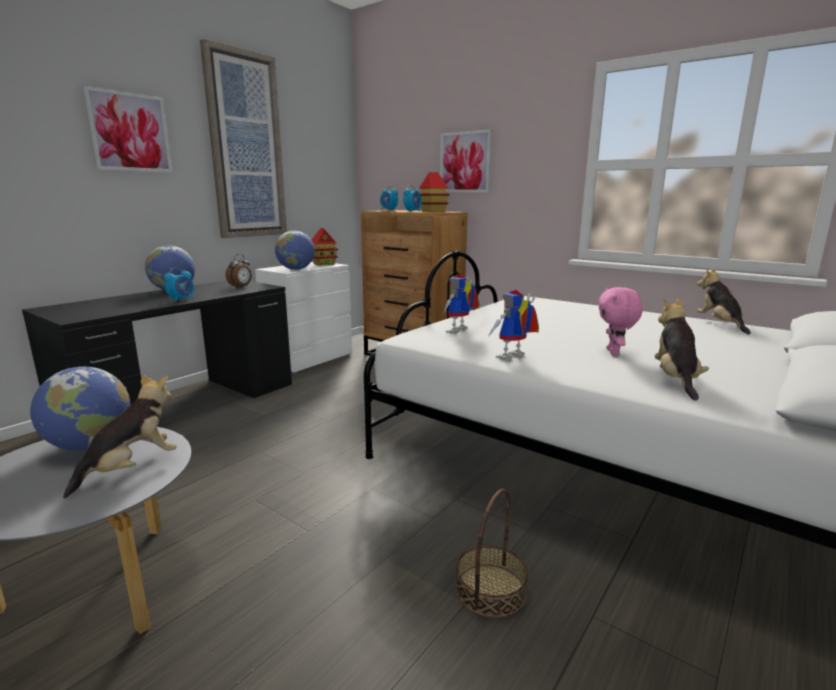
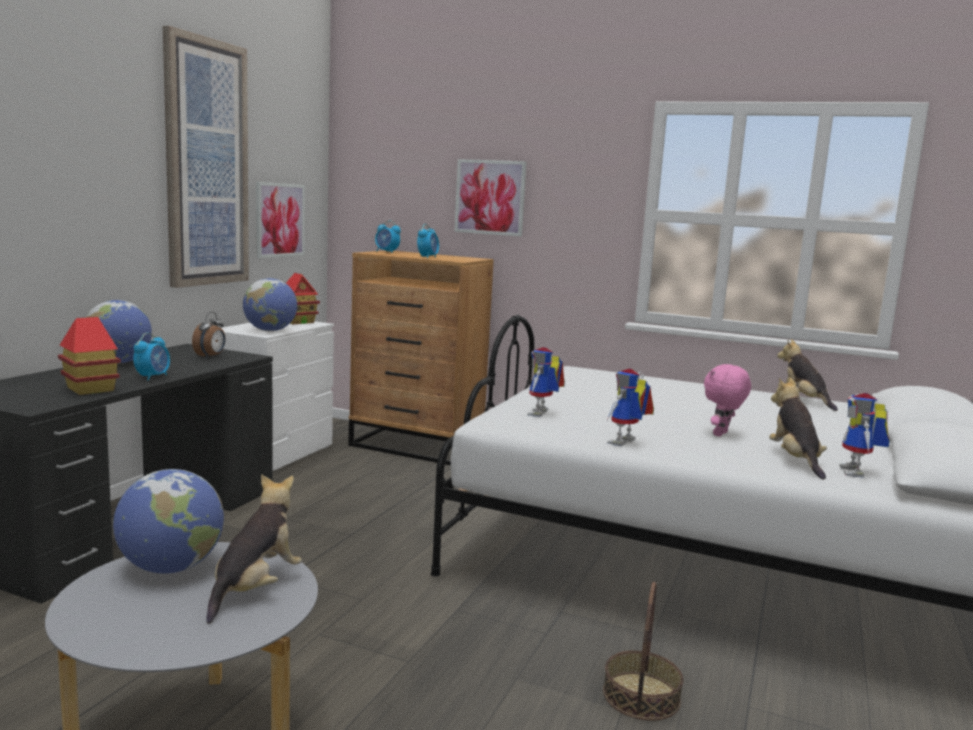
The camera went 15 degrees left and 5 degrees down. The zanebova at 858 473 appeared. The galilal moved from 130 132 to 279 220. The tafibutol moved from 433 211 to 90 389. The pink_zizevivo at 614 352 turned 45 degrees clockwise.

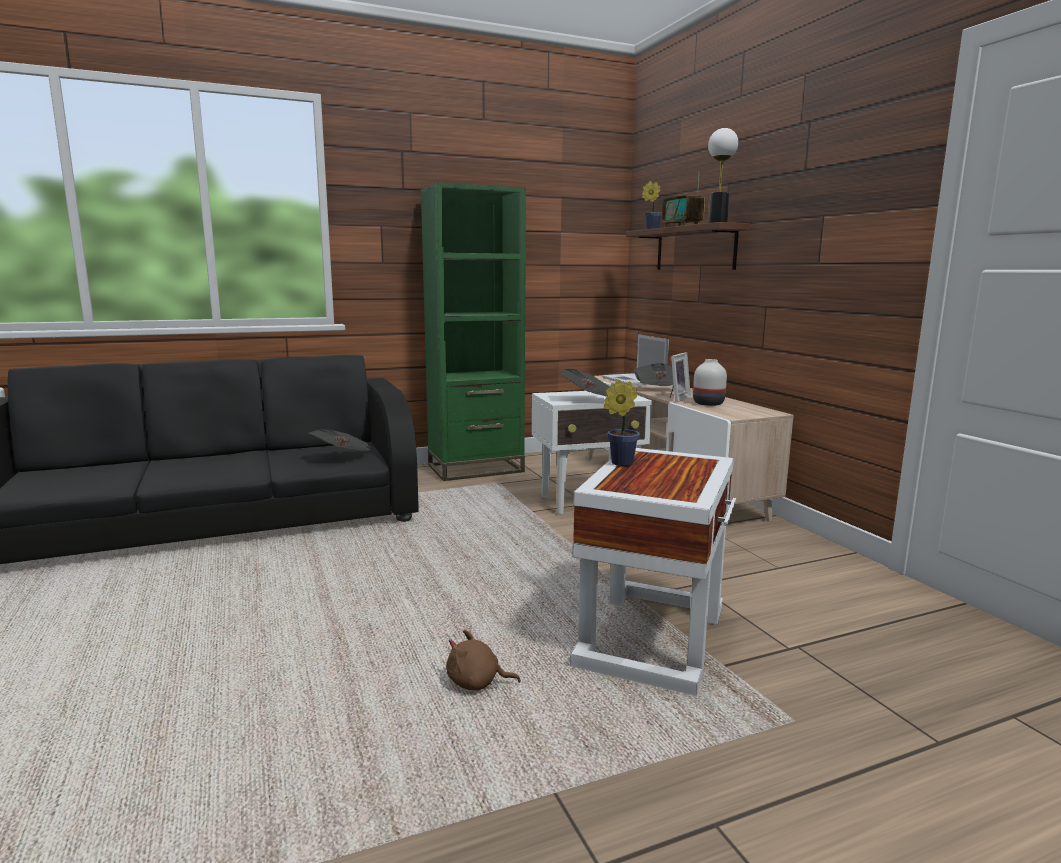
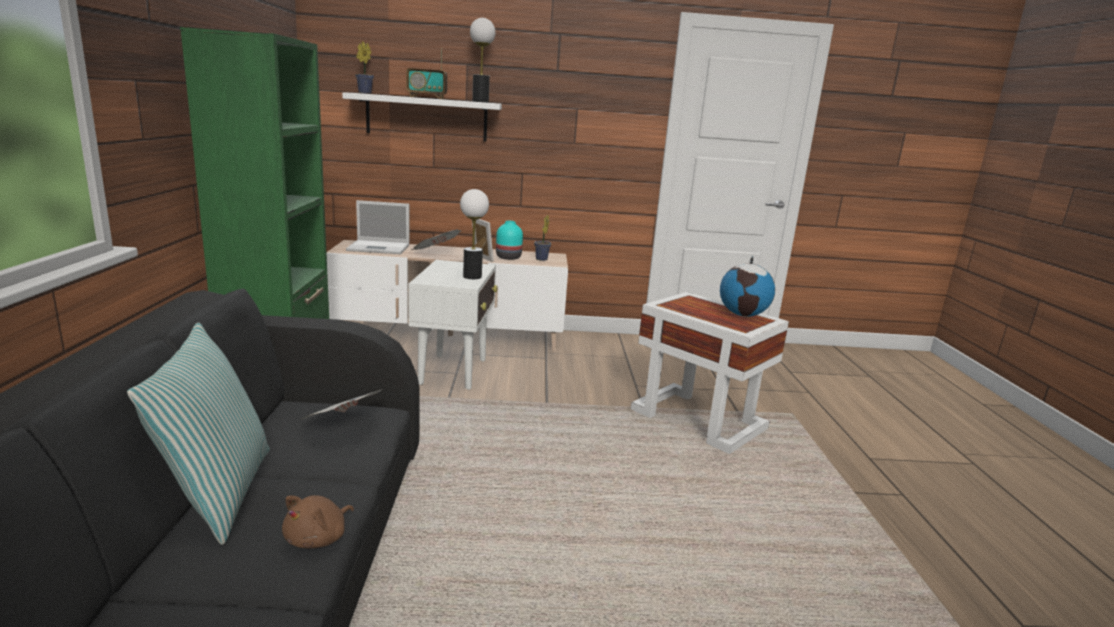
The camera went 70 degrees left and 5 degrees up. The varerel at 217 494 appeared. The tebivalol at 743 315 appeared. The brown_zizevivo moved from 477 683 to 318 538. The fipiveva moved from 619 463 to 541 259. The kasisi at 589 400 was replaced by the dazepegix at 472 276. The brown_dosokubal at 695 249 became the white_dosokubal at 427 117. The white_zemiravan at 708 403 became the turquoise_zemiravan at 508 257.

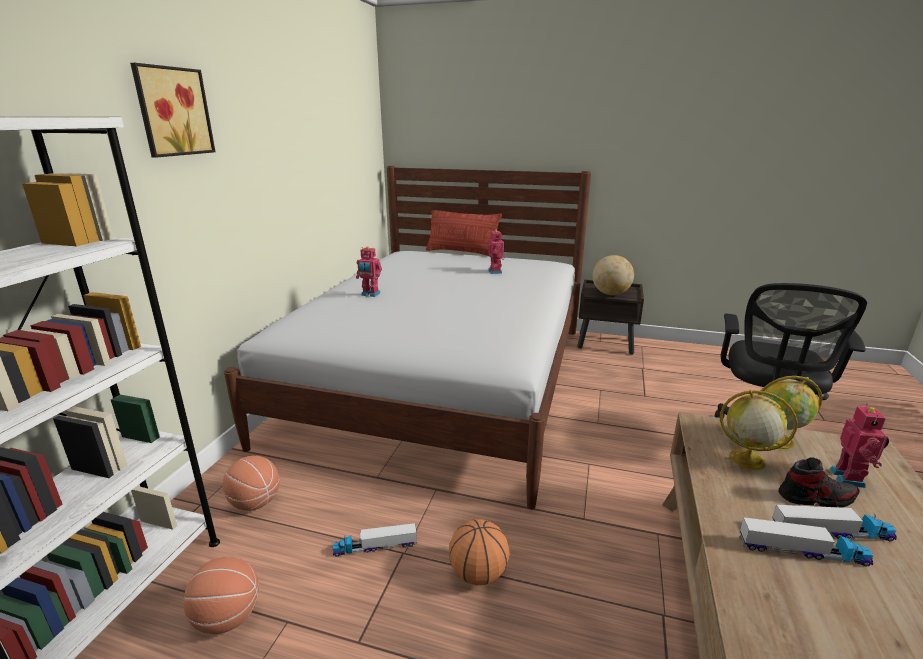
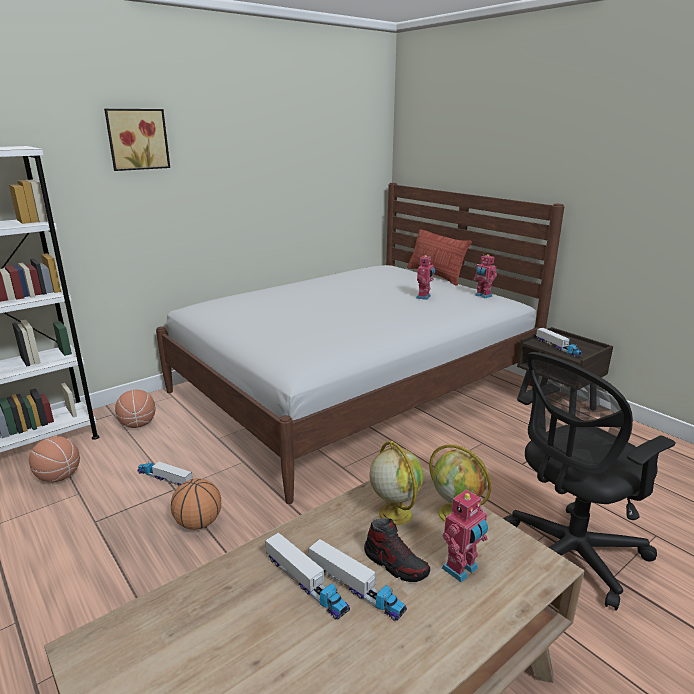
The camera went 35 degrees right and 0 degrees up. The zanebova moved from 370 294 to 482 296. The tebivalol at 610 294 was replaced by the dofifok at 558 347.

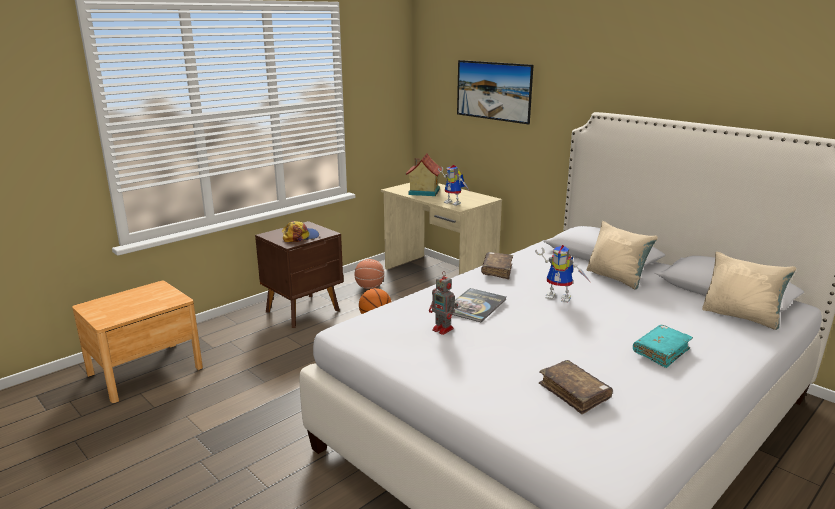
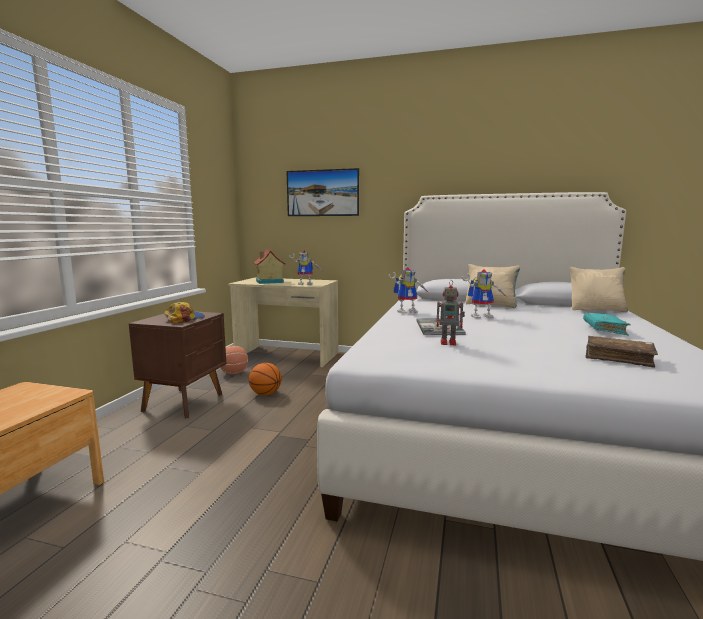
The camera went 30 degrees left and 10 degrees down. The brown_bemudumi at 497 270 was replaced by the zanebova at 407 311.

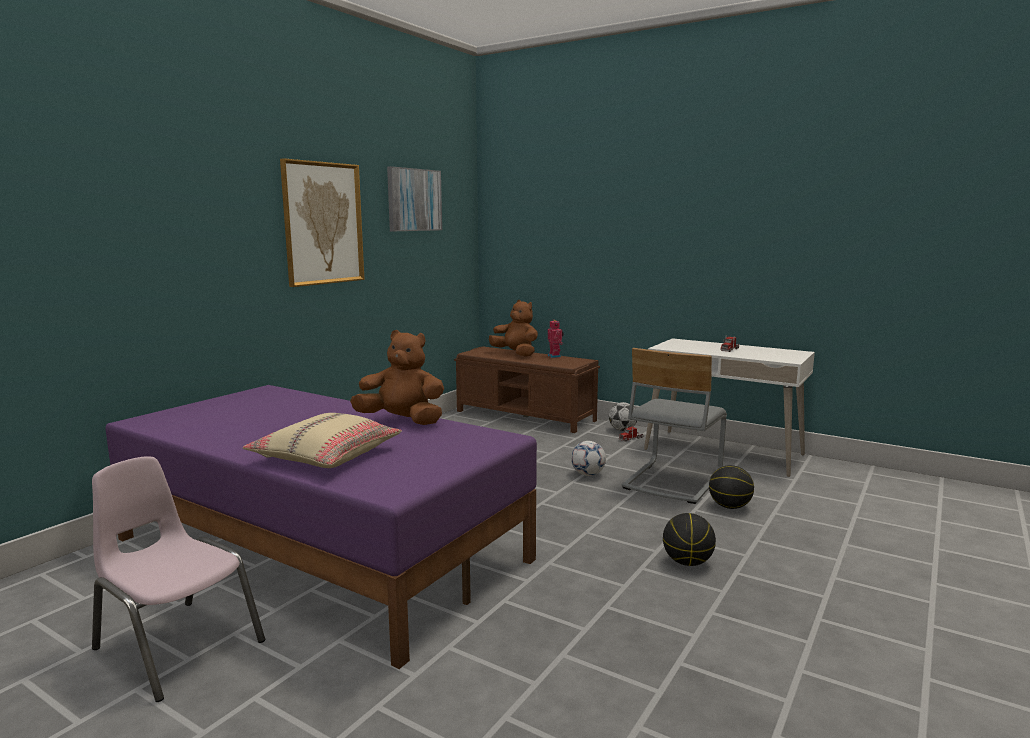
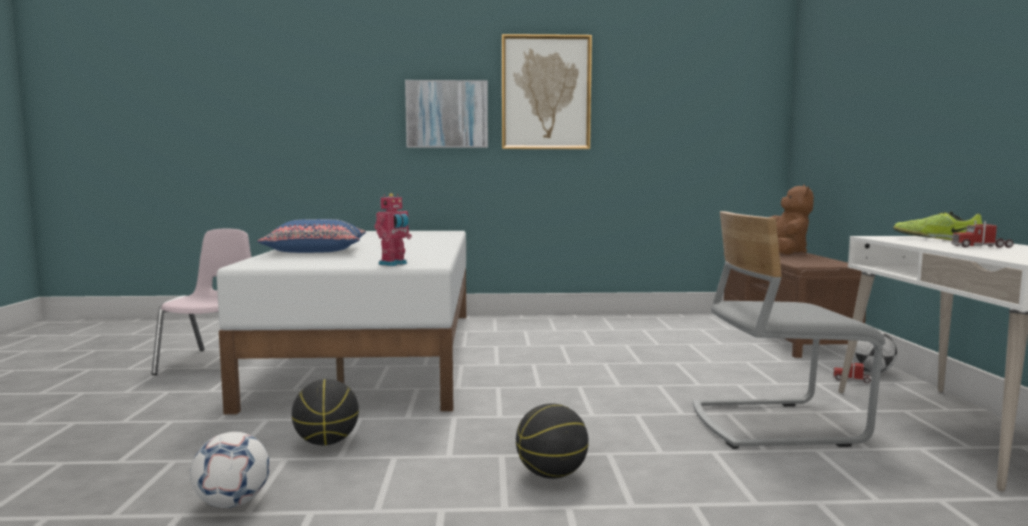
The camera went 55 degrees right and 5 degrees down. The brown_zizevivo at 402 421 disappeared. The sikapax at 936 239 appeared. The galilal moved from 414 200 to 447 114. The zanebova moved from 555 356 to 394 264. The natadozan moved from 588 474 to 232 503. The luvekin moved from 729 506 to 327 442. The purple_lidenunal at 321 548 became the white_lidenunal at 378 353. The beige_varerel at 326 455 became the blue_varerel at 316 251.

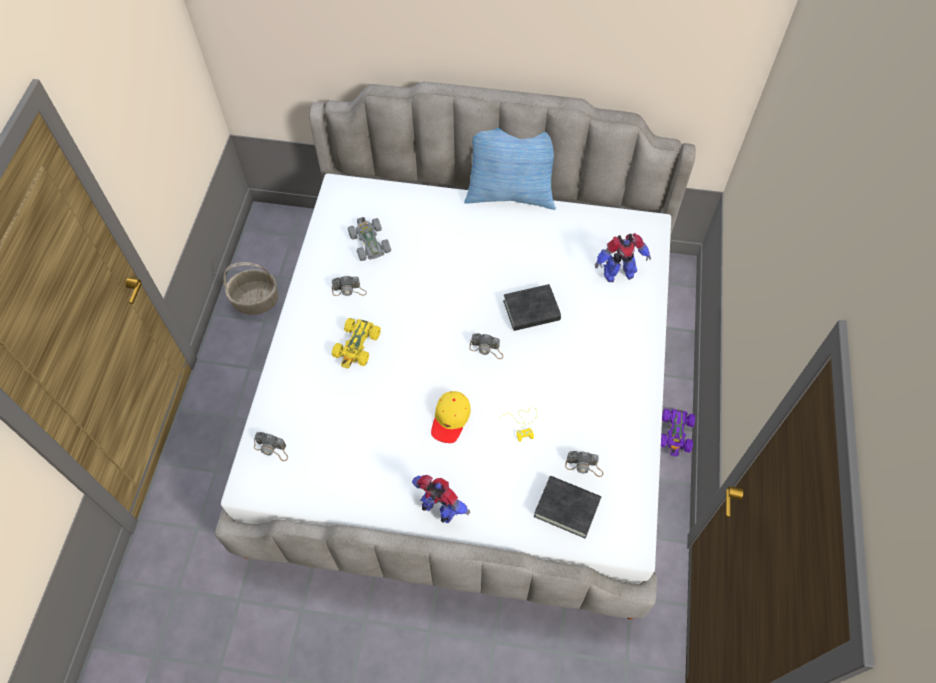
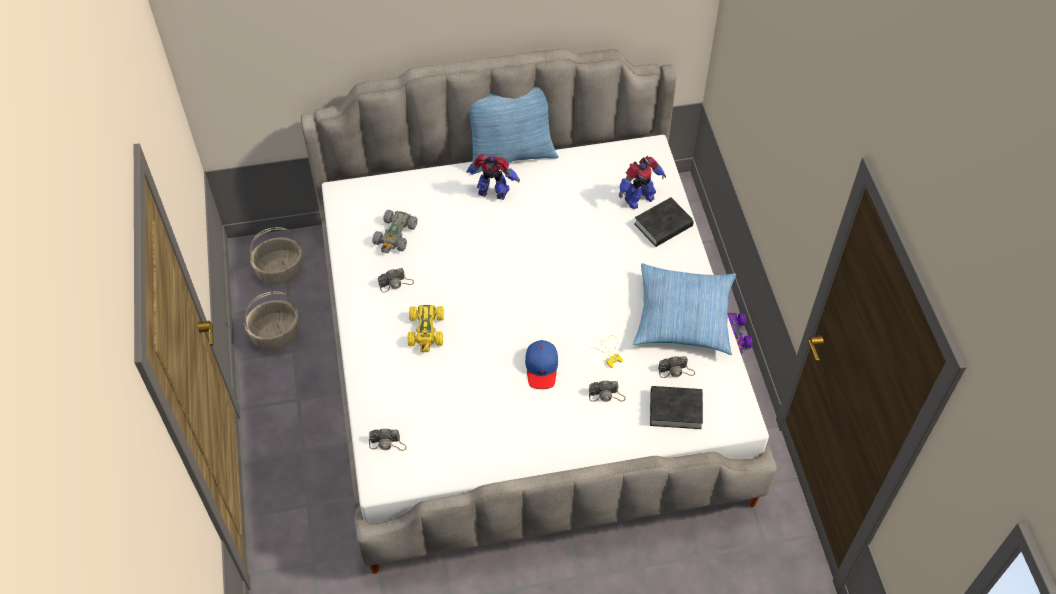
The camera went 20 degrees left and 5 degrees down. The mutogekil at 280 270 appeared. The varerel at 684 316 appeared. The zanebova moved from 440 509 to 493 193. The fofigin moved from 487 349 to 606 395. The black_bemudumi moved from 531 311 to 663 225. The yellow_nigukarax at 450 419 became the blue_nigukarax at 542 368. The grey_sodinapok at 369 242 turned 120 degrees counterclockwise.

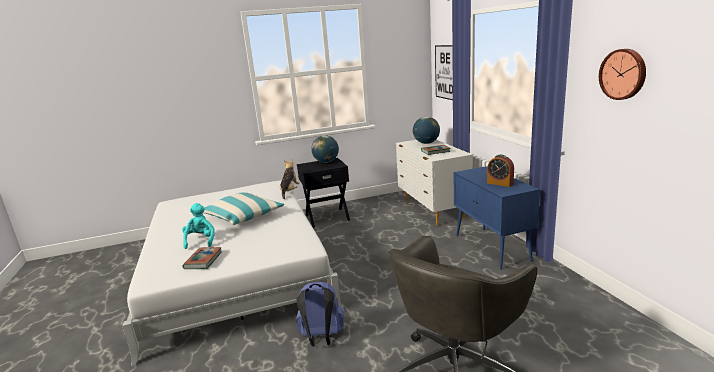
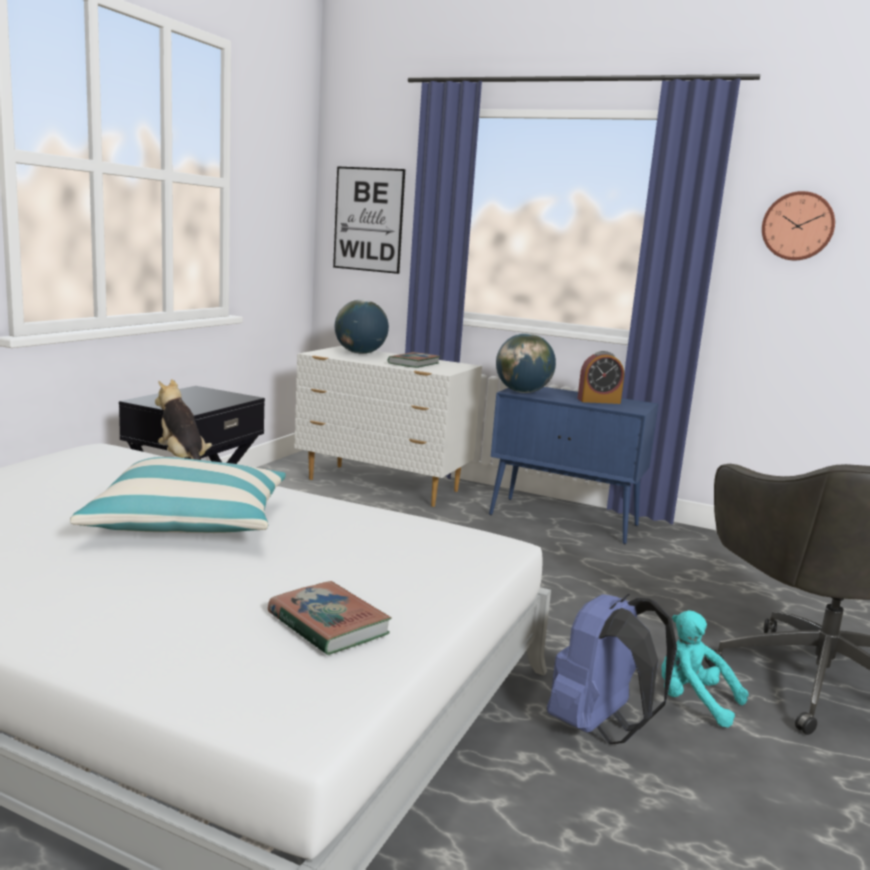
The camera went 50 degrees left and 5 degrees down. The turquoise_zizevivo moved from 201 241 to 693 702. The tebivalol moved from 326 162 to 522 392.

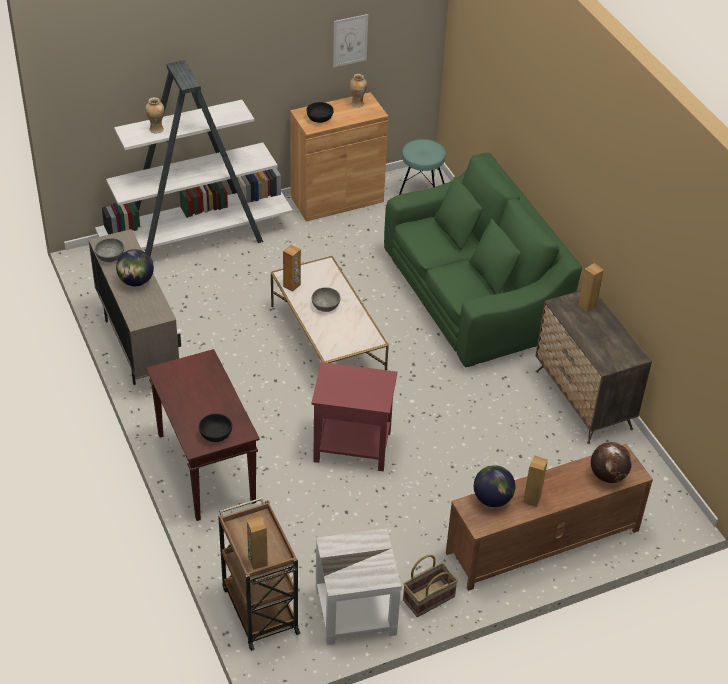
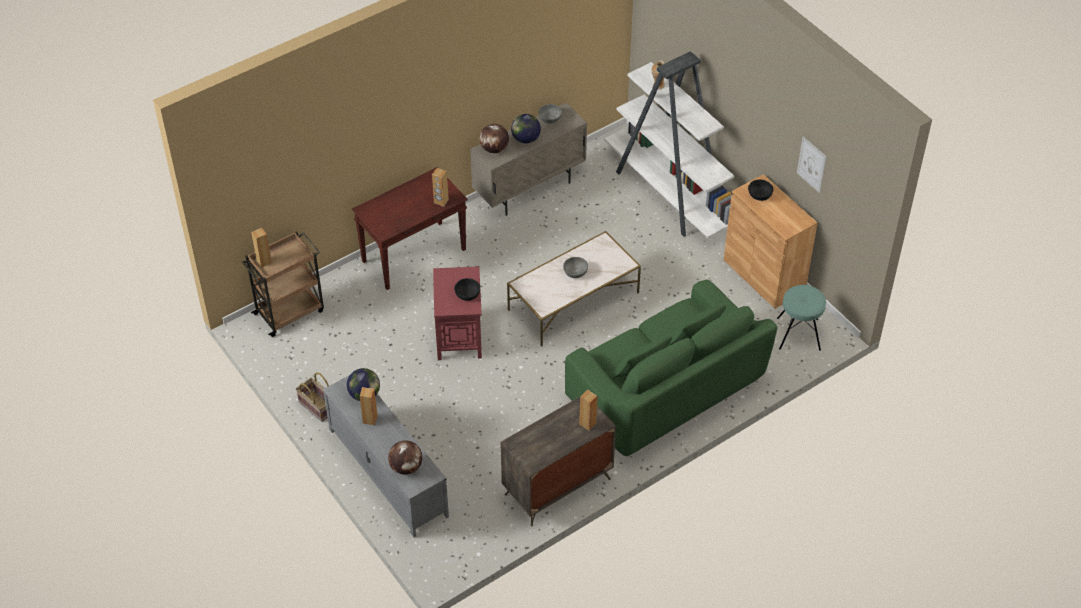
The camera went 80 degrees right and 5 degrees up. The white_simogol at 355 612 disappeared. The zemiravan at 357 104 disappeared. The tebivalol at 494 149 appeared. The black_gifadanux moved from 215 434 to 467 294. The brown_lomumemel moved from 292 285 to 441 201. The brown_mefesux at 542 542 became the grey_mefesux at 387 471.

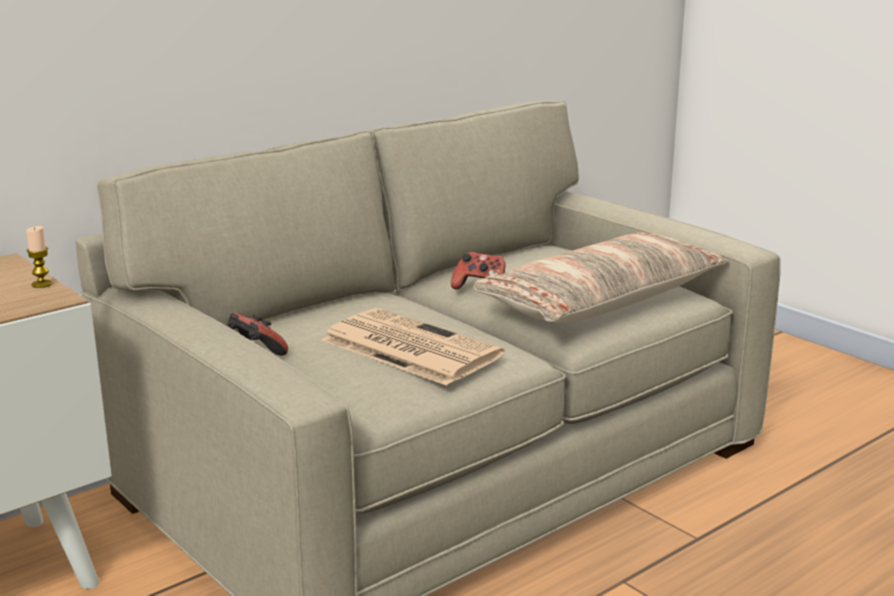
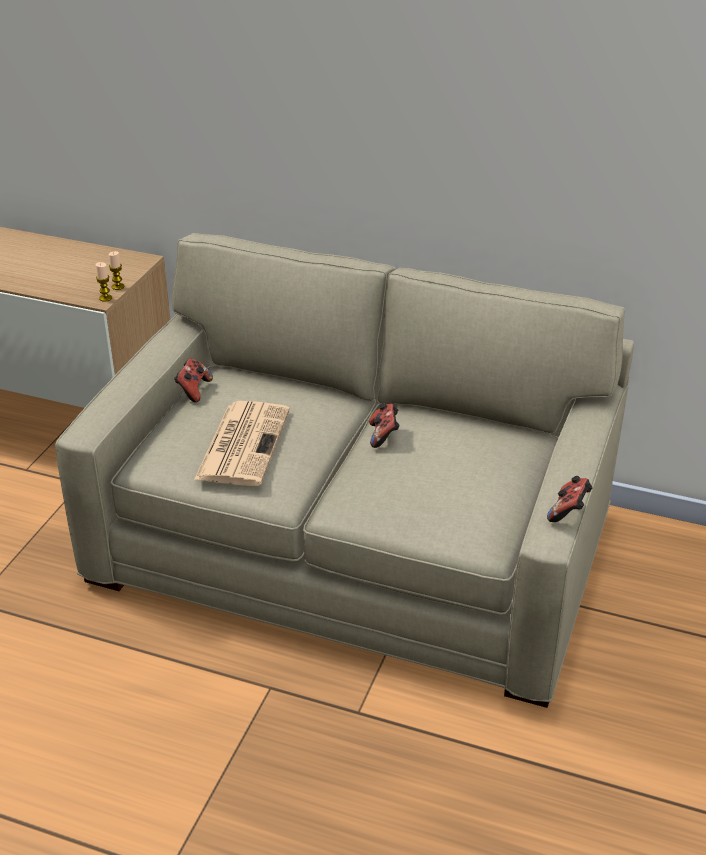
The camera went 60 degrees right and 15 degrees up. The varerel at 601 301 disappeared. The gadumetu at 105 298 appeared. The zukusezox at 569 511 appeared.

